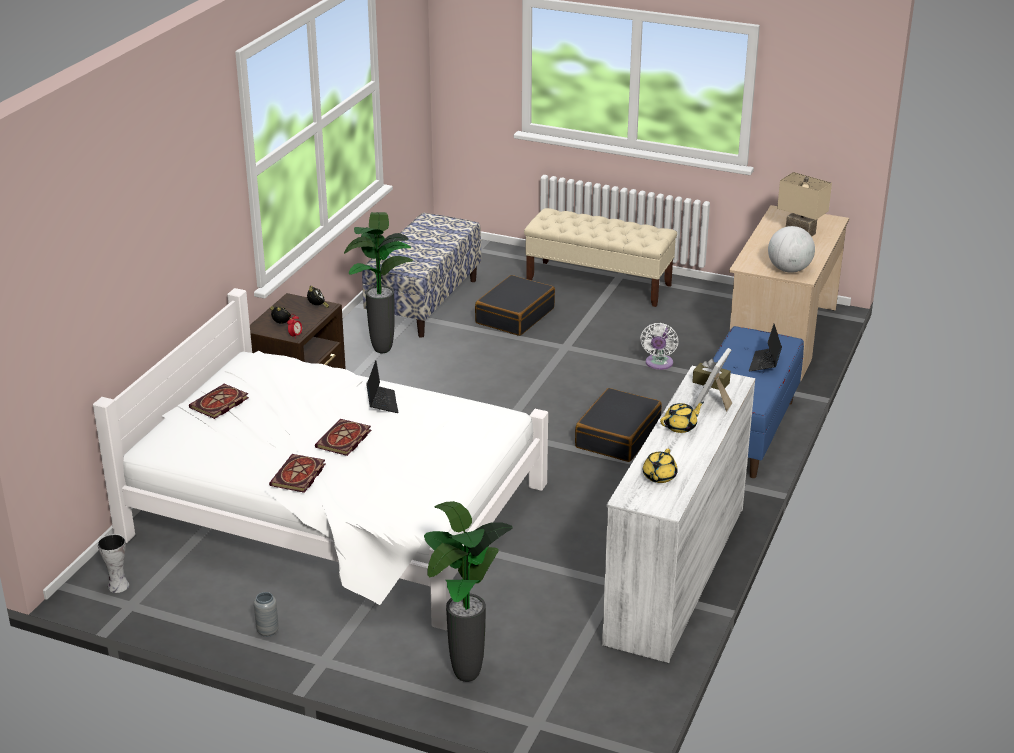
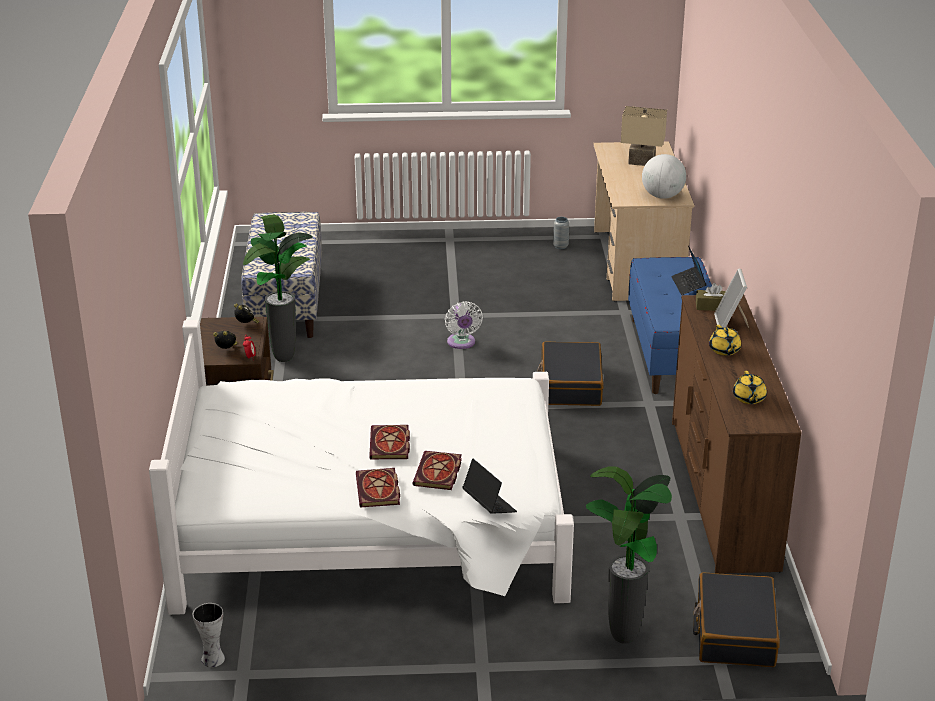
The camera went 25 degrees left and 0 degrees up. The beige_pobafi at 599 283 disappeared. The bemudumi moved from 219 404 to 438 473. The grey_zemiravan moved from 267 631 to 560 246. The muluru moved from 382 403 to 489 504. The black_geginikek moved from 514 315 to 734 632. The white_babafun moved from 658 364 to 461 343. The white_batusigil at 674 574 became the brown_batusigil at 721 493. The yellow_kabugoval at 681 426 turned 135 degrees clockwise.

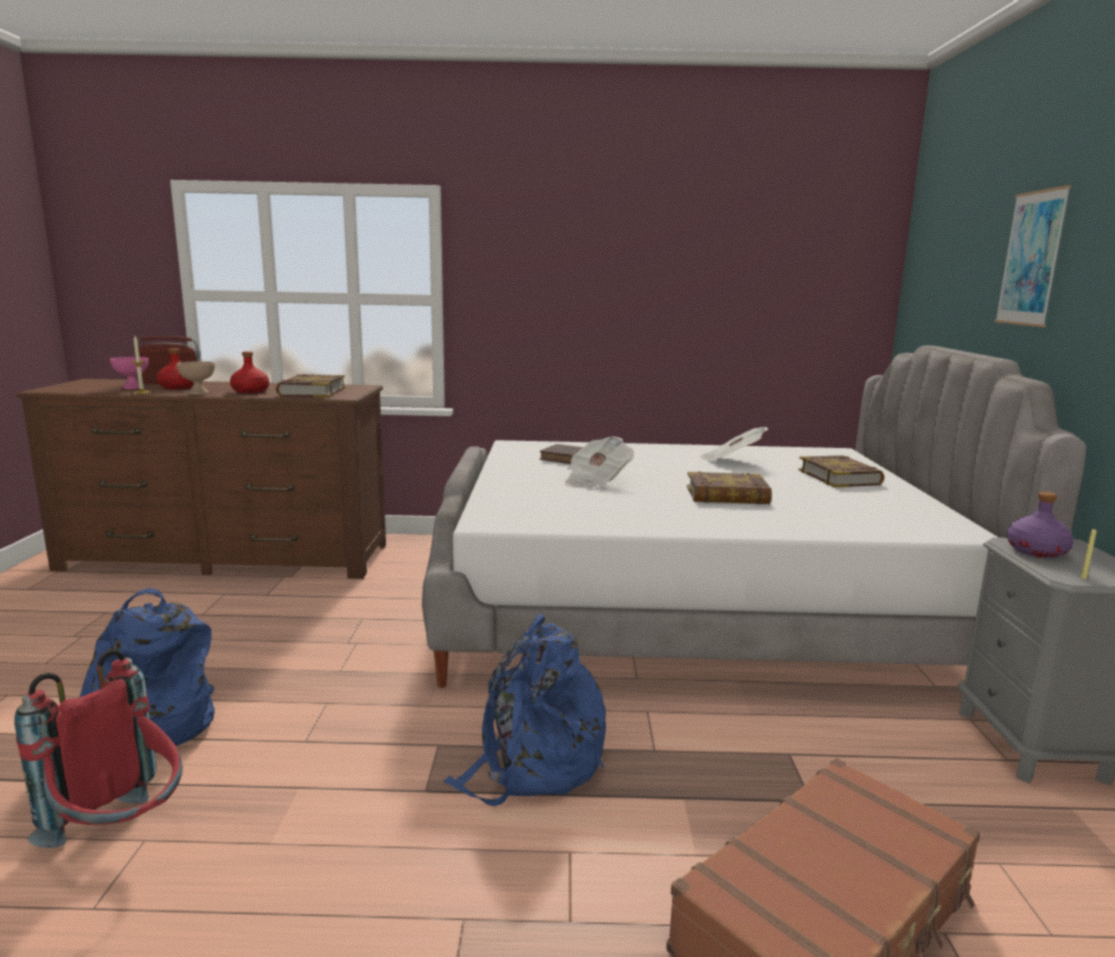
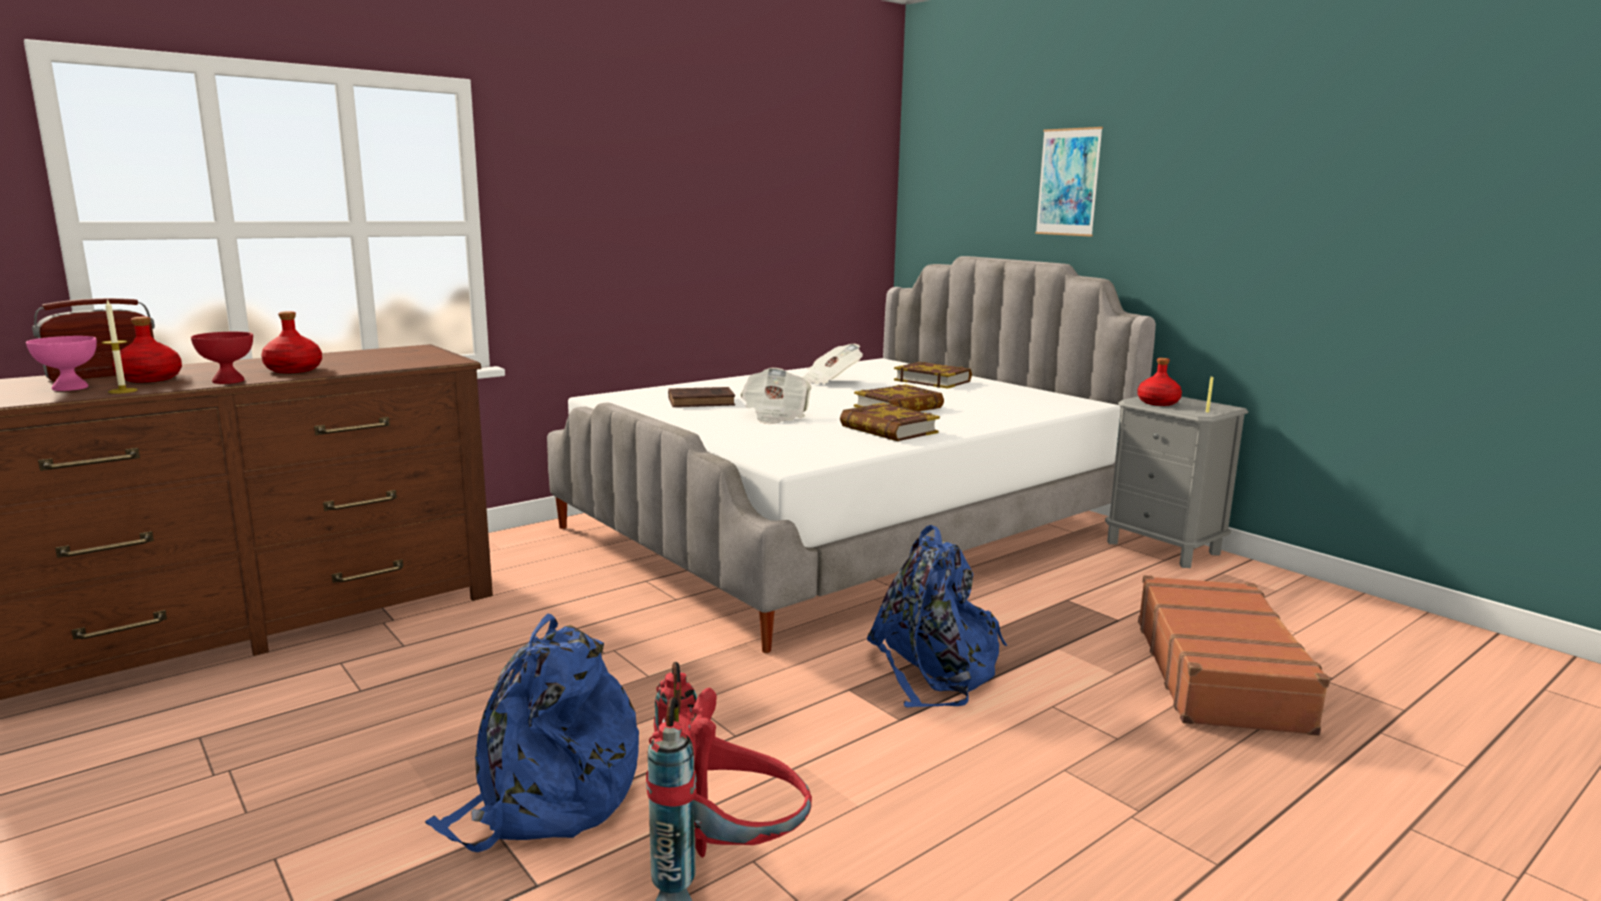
The camera went 40 degrees left and 0 degrees up. The bemudumi moved from 311 392 to 888 430. The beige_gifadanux at 199 393 became the red_gifadanux at 228 381. The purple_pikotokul at 1037 551 became the red_pikotokul at 1158 403.

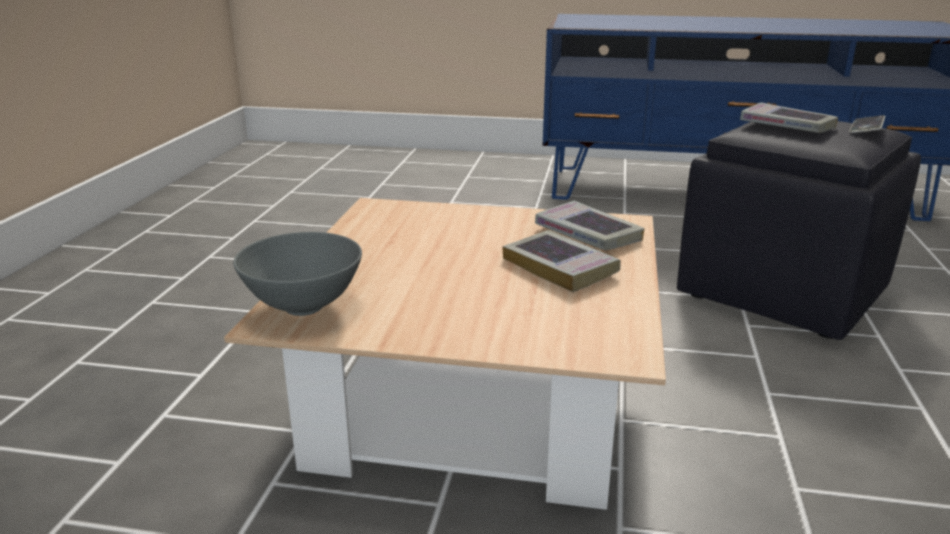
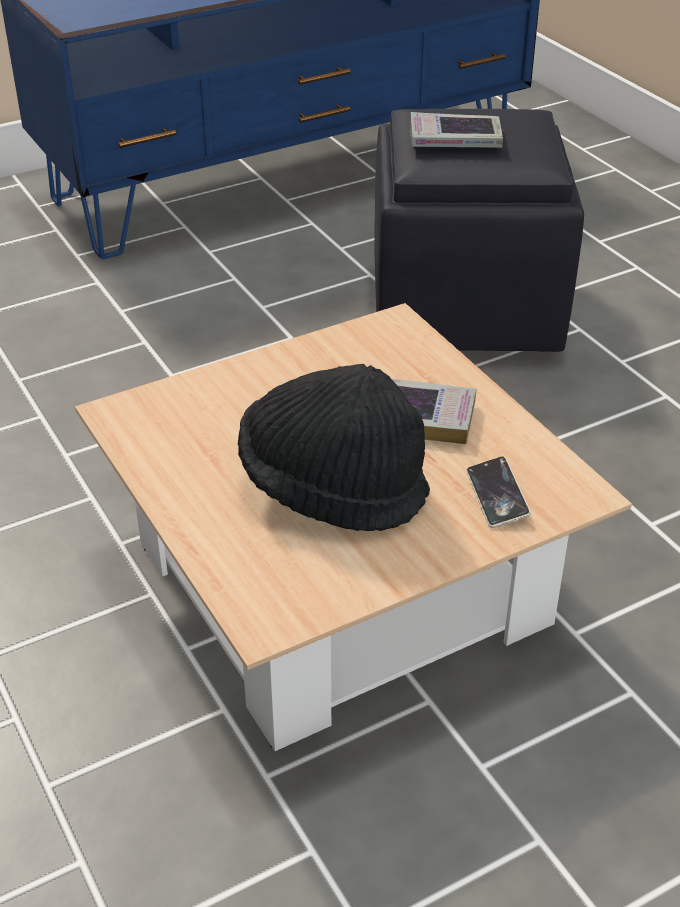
The camera went 40 degrees left and 15 degrees up. The grey_gifadanux at 304 306 disappeared. The bemudumi at 587 234 disappeared. The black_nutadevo at 332 488 appeared. The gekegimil moved from 866 128 to 496 496.

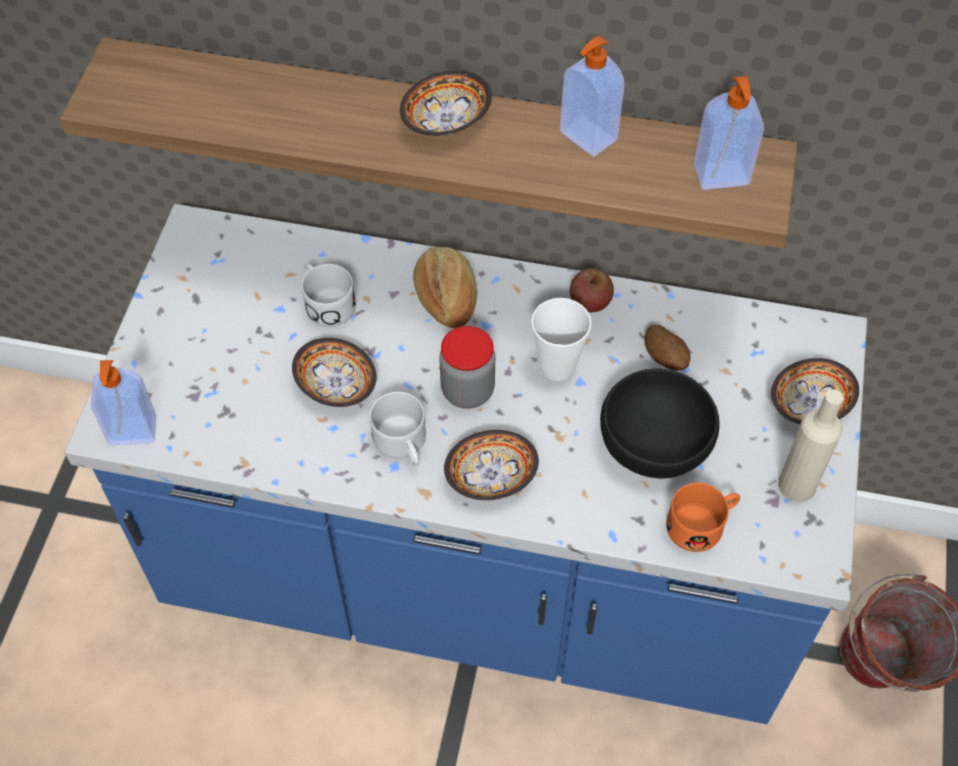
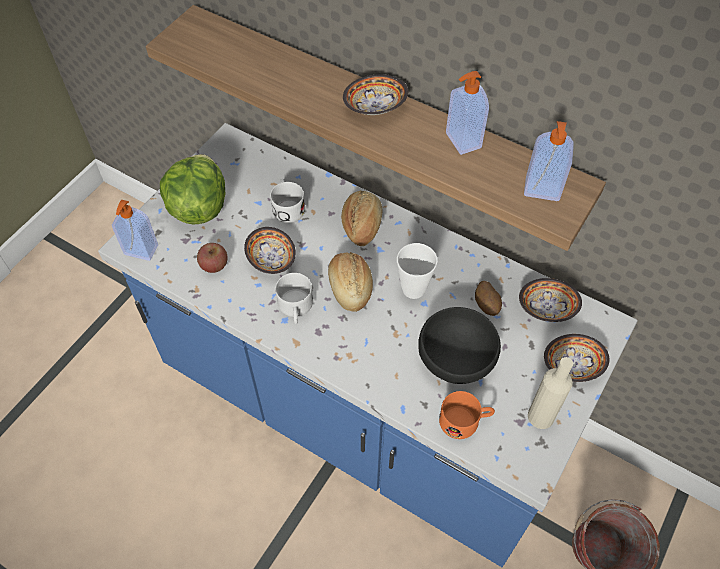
The camera went 20 degrees right and 0 degrees up. The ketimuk at 198 207 appeared. The gifadanux moved from 489 476 to 545 307. The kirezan moved from 590 301 to 214 265. The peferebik at 467 390 was replaced by the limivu at 350 287.

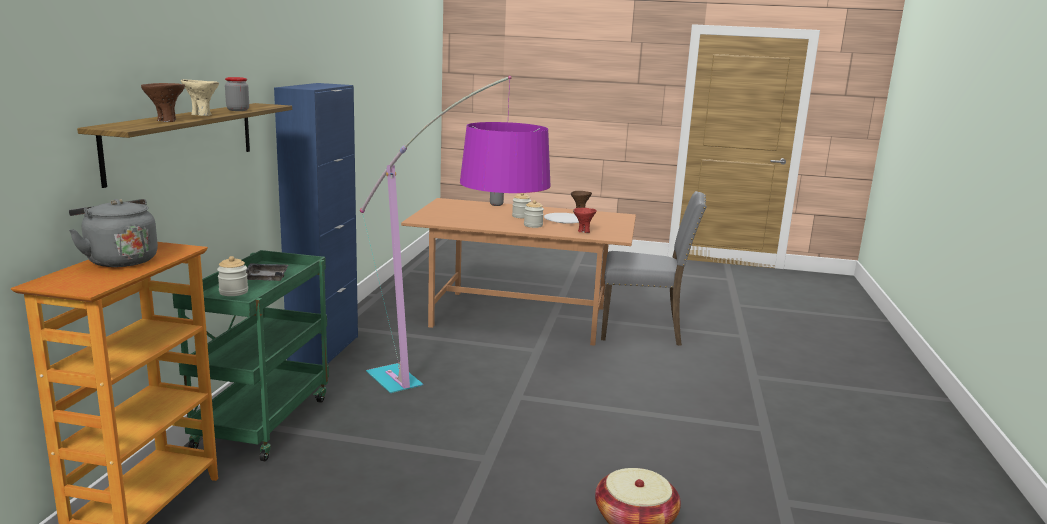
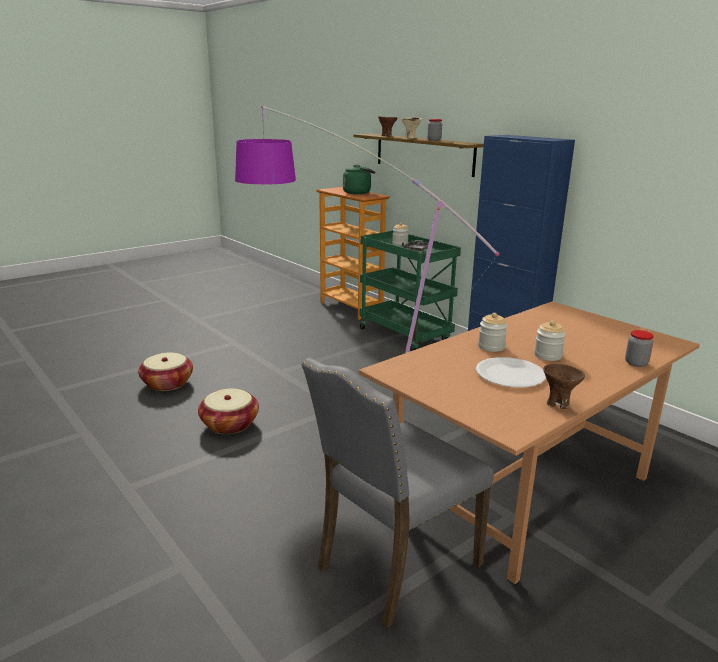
The camera went 130 degrees right and 5 degrees up. The red_gifadanux at 583 231 disappeared. The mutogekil at 230 424 appeared. The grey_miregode at 119 260 became the green_miregode at 358 192.

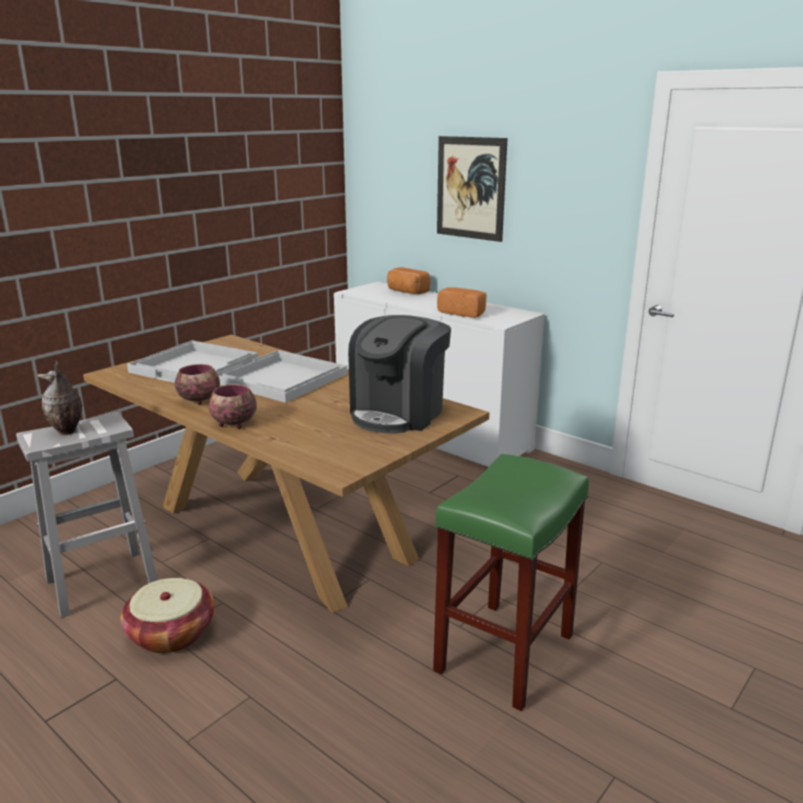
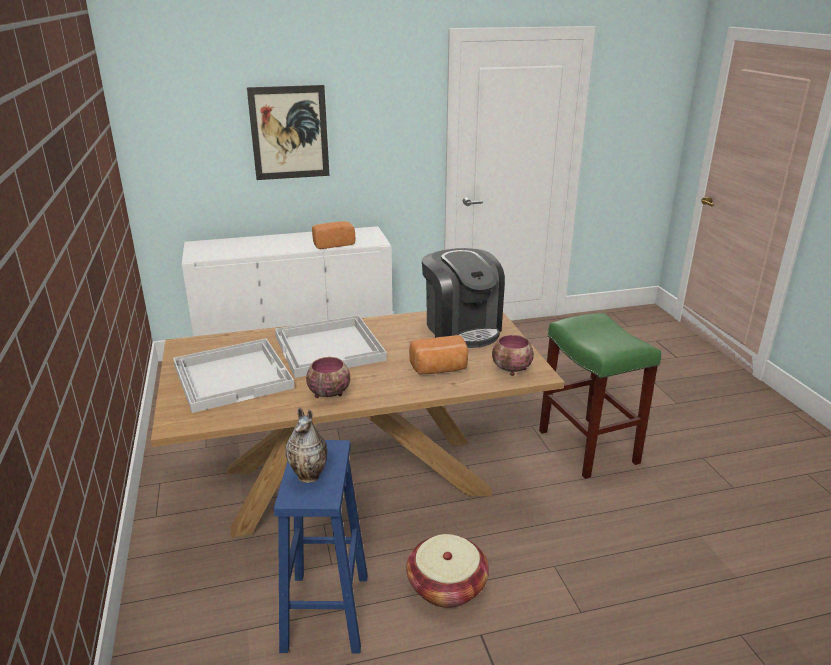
The camera went 55 degrees left and 5 degrees up. The gifadanux moved from 233 424 to 511 370. The limivu moved from 406 291 to 439 369. The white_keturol at 100 583 became the blue_keturol at 326 613.

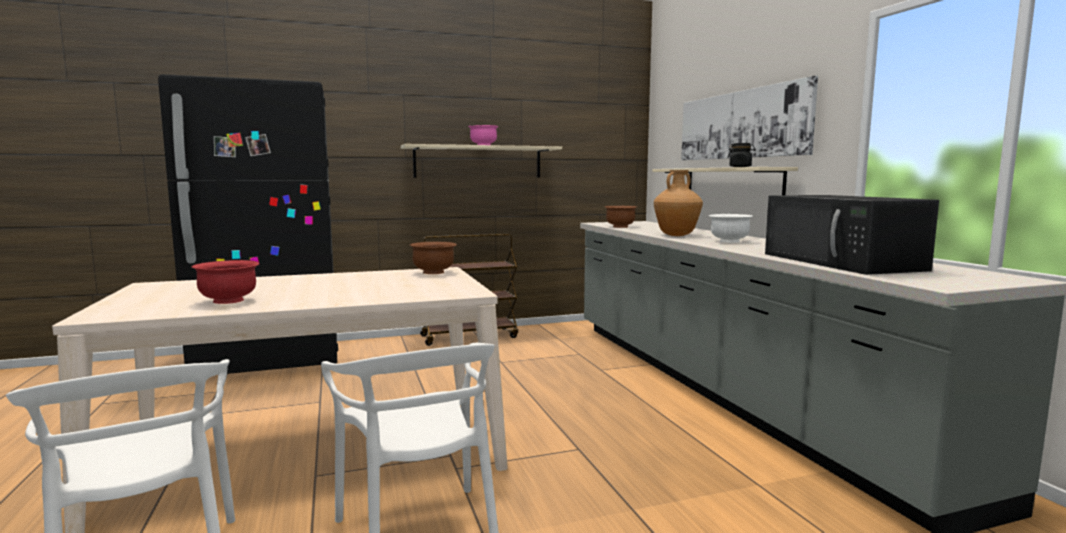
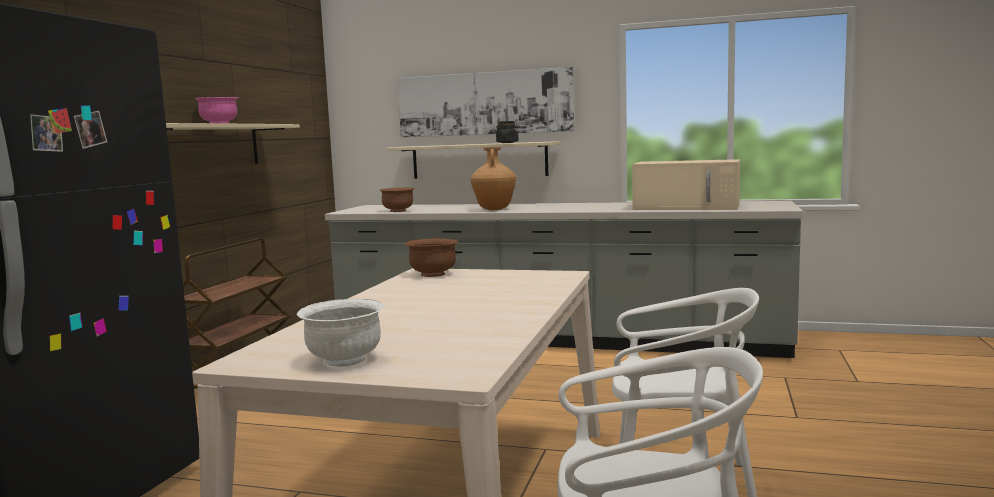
The camera went 55 degrees left and 0 degrees up. The red_gifadanux at 229 301 disappeared. The white_gifadanux moved from 729 241 to 344 360. The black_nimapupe at 842 262 became the beige_nimapupe at 688 207.

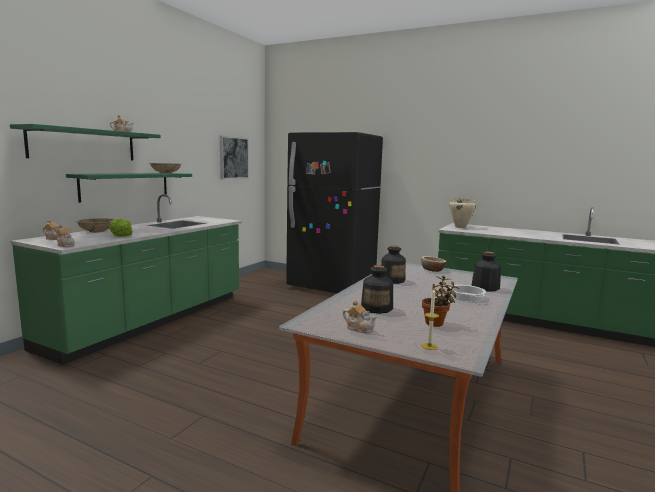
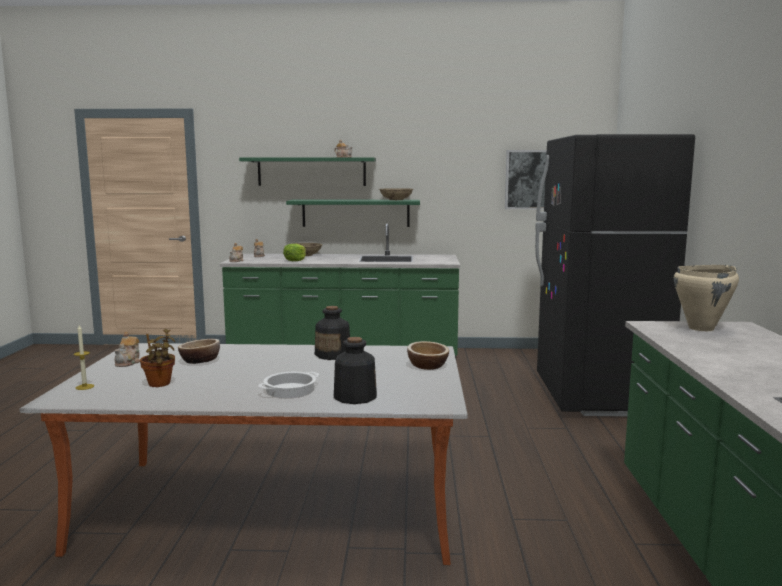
The camera went 65 degrees right and 0 degrees up. The pikotokul at 377 308 was replaced by the gifadanux at 200 361.

